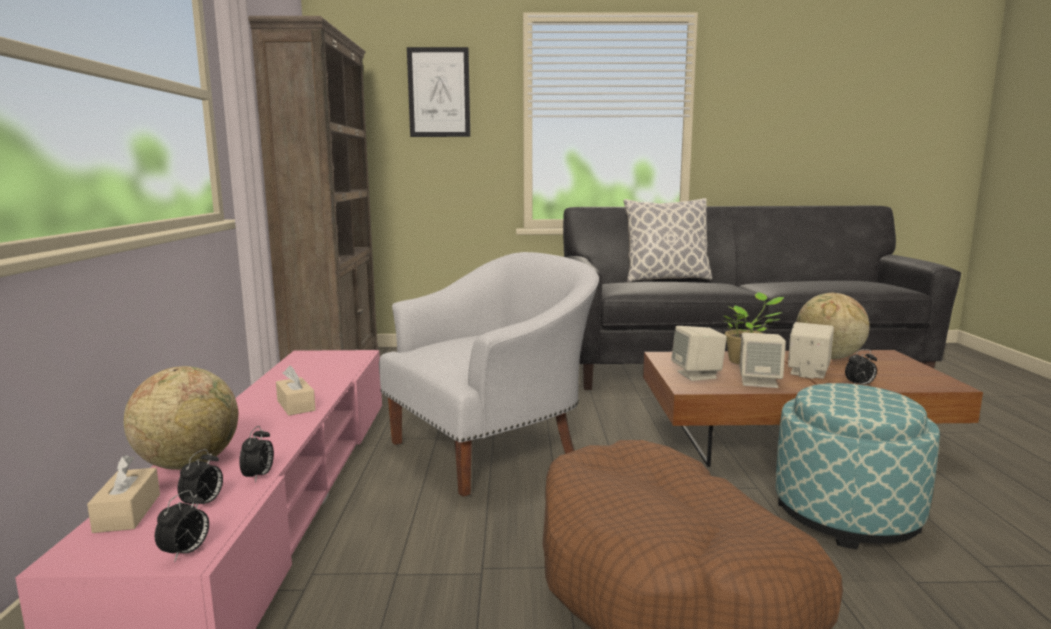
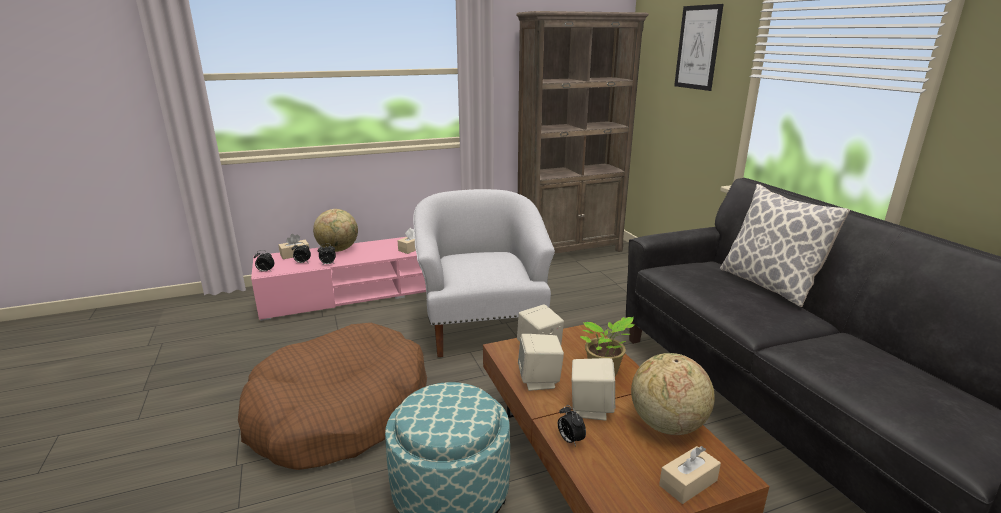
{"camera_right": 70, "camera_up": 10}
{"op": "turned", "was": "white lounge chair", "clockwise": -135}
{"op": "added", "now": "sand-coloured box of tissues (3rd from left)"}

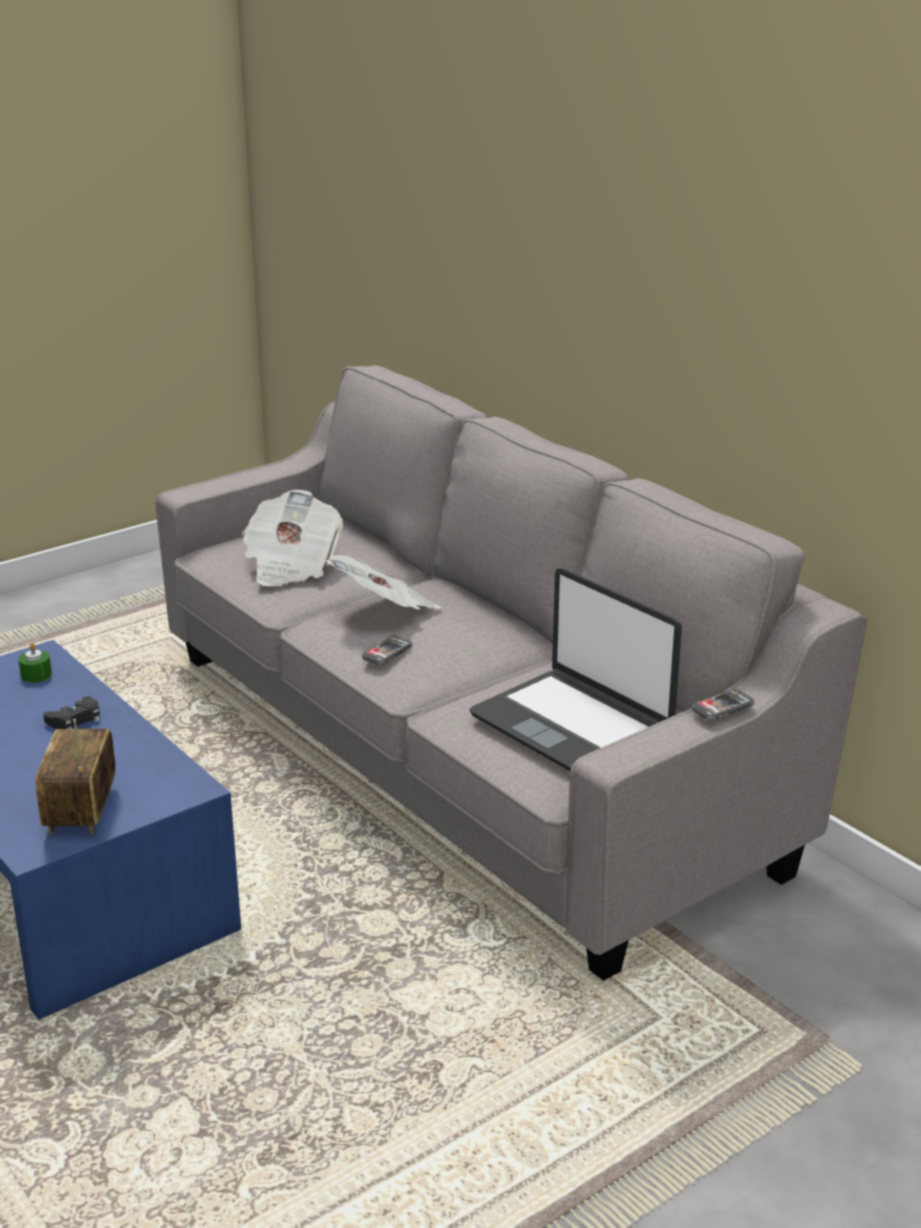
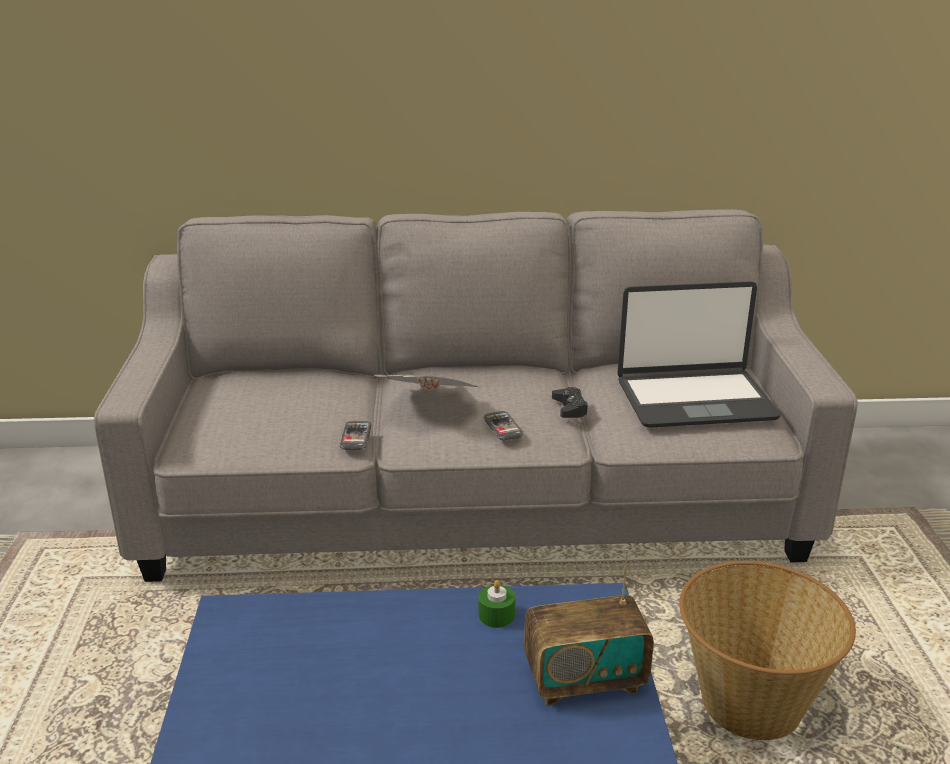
{"camera_right": -55, "camera_up": 0}
{"op": "moved", "was": "greenish wax light"}
{"op": "turned", "was": "radio set", "clockwise": -45}
{"op": "moved", "was": "black-coloured joypad"}
{"op": "removed", "was": "daily paper (1st from left)"}
{"op": "moved", "was": "telephone (2nd from left in the first image)", "now": "telephone (1st from left)"}
{"op": "added", "now": "basket"}

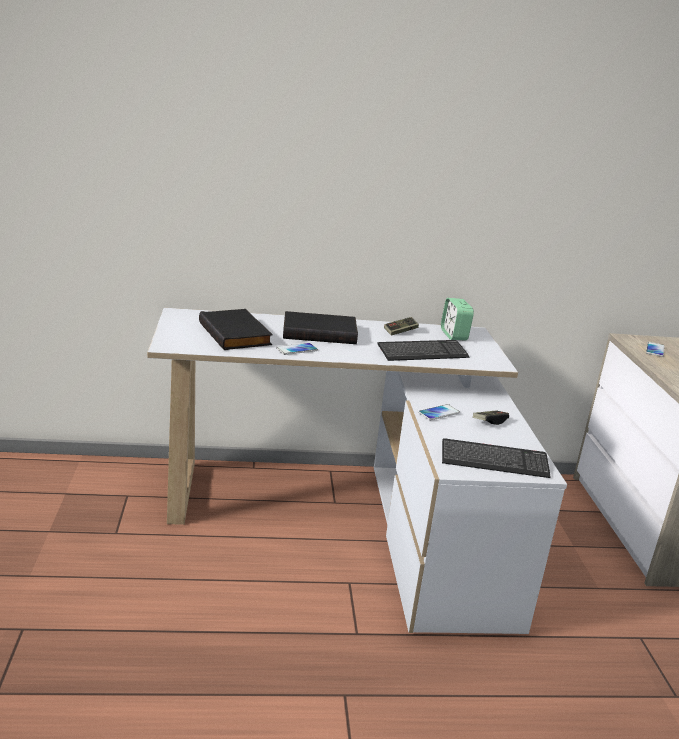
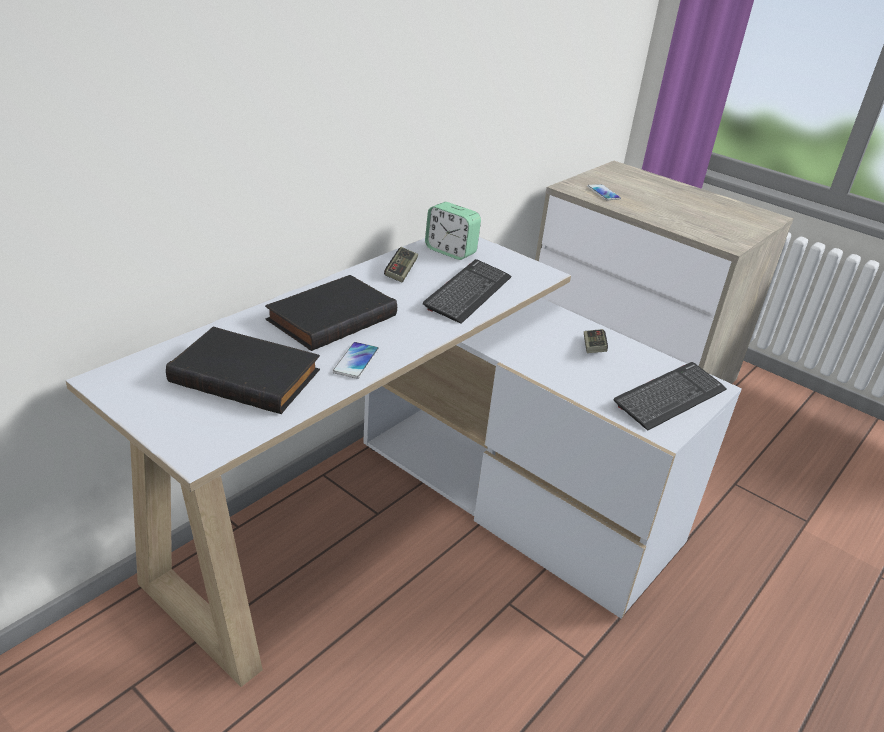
{"camera_right": -45, "camera_up": 10}
{"op": "removed", "was": "telephone (2nd from left)"}

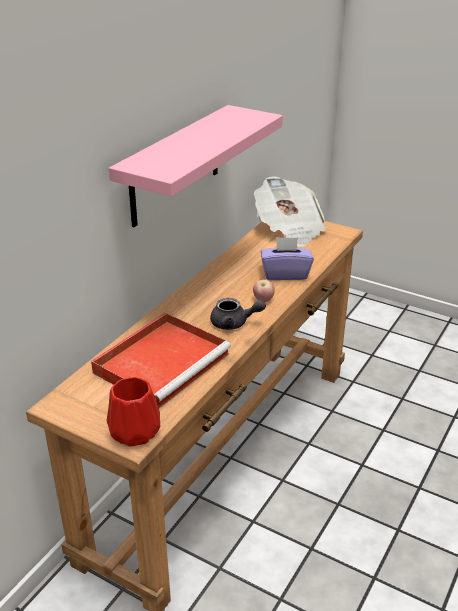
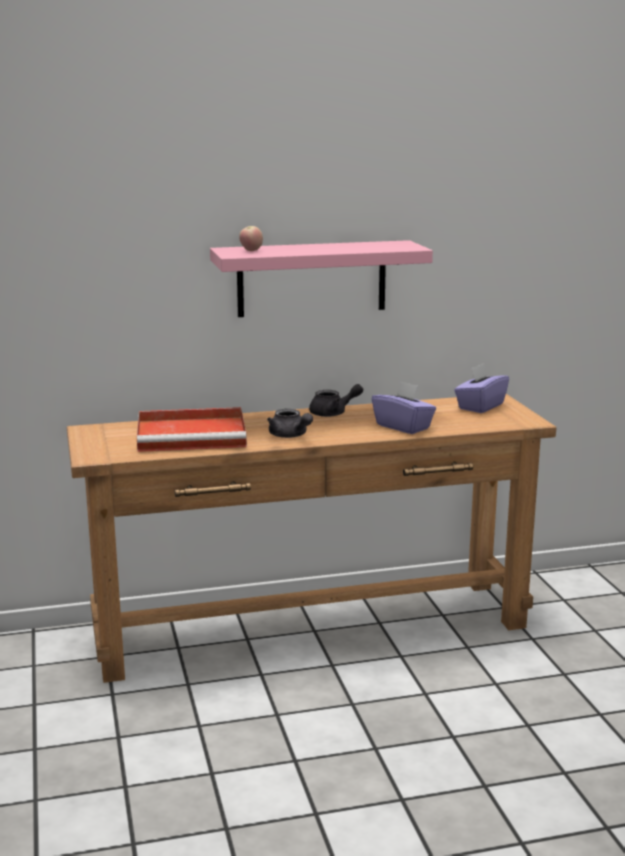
{"camera_right": 45, "camera_up": -15}
{"op": "removed", "was": "reddish vase"}
{"op": "moved", "was": "apple fruit"}
{"op": "replaced", "was": "daily paper", "now": "purple-coloured box of tissues (2nd from left)"}
{"op": "added", "now": "grey pot for tea (2nd from left)"}

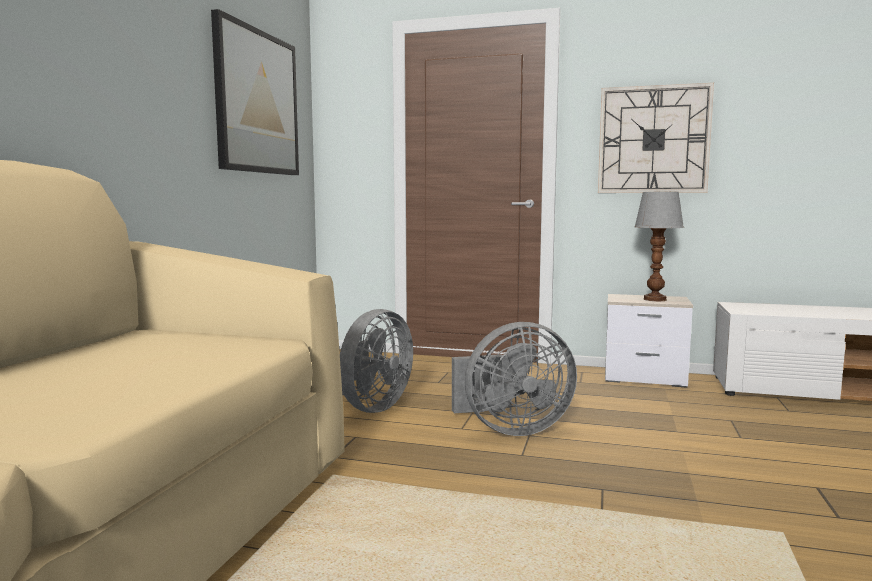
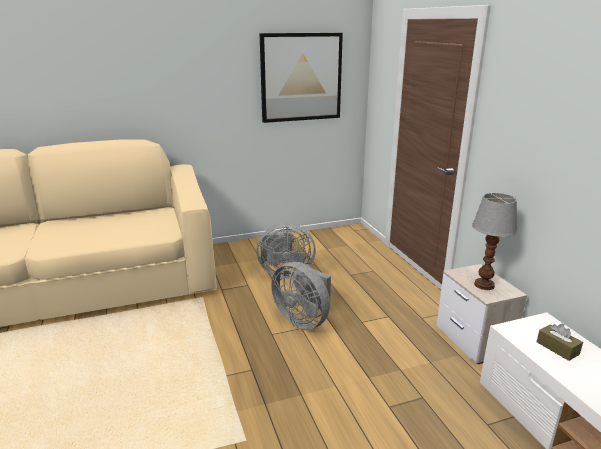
{"camera_right": 55, "camera_up": 15}
{"op": "removed", "was": "wall clock"}
{"op": "added", "now": "brown-coloured box of tissues"}

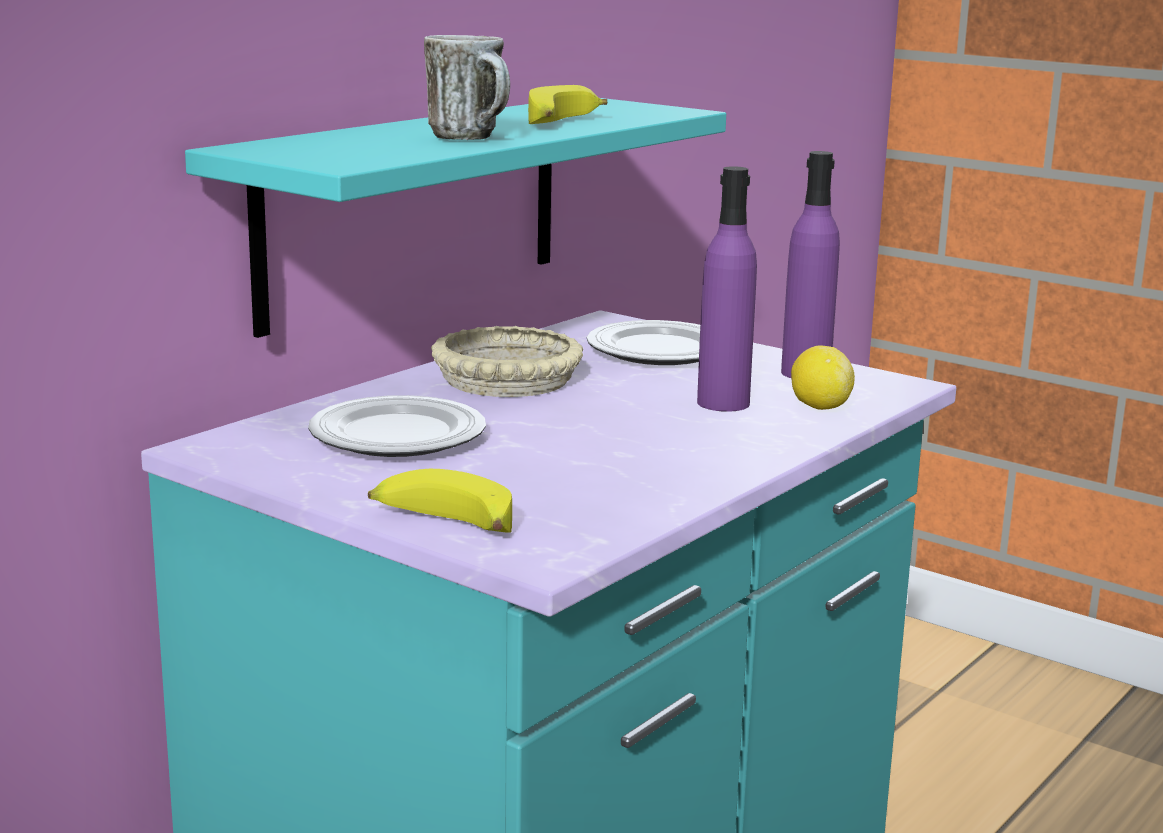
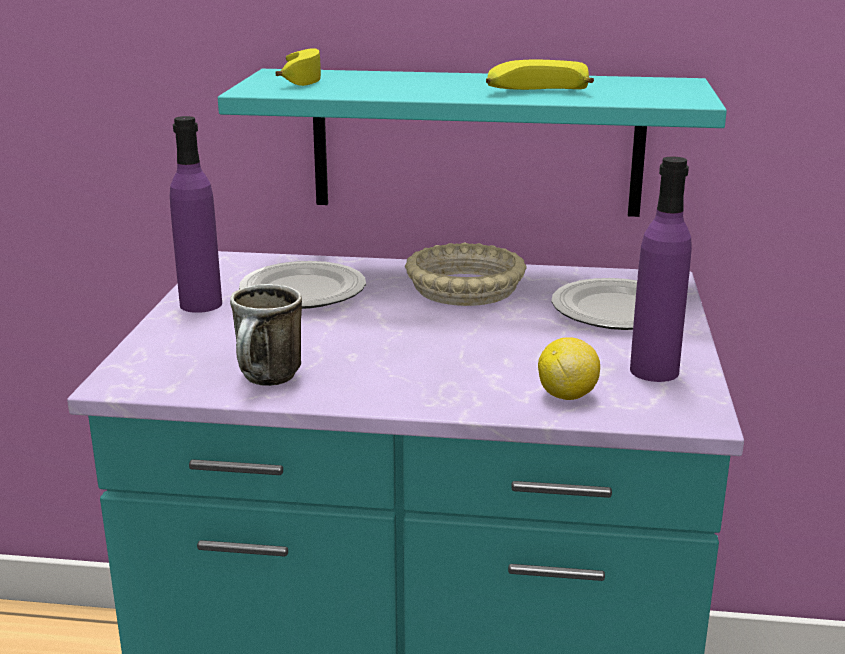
{"camera_right": 60, "camera_up": 5}
{"op": "moved", "was": "banana (1st from left)"}
{"op": "moved", "was": "tea mug"}
{"op": "moved", "was": "purple-coloured drink bottle (1st from left)"}

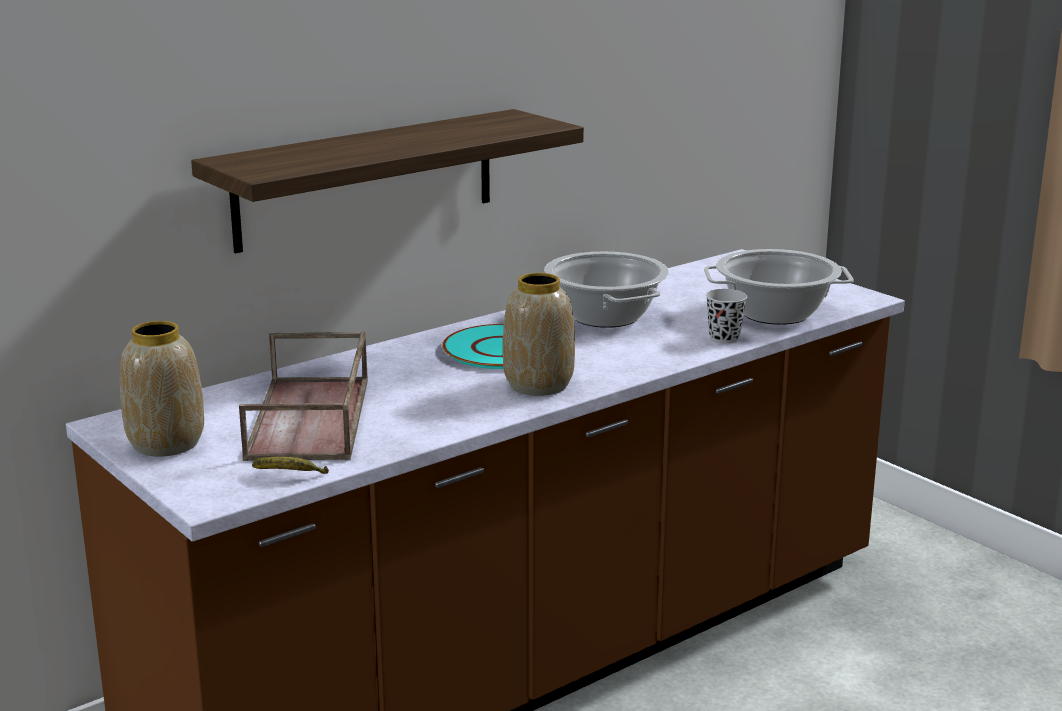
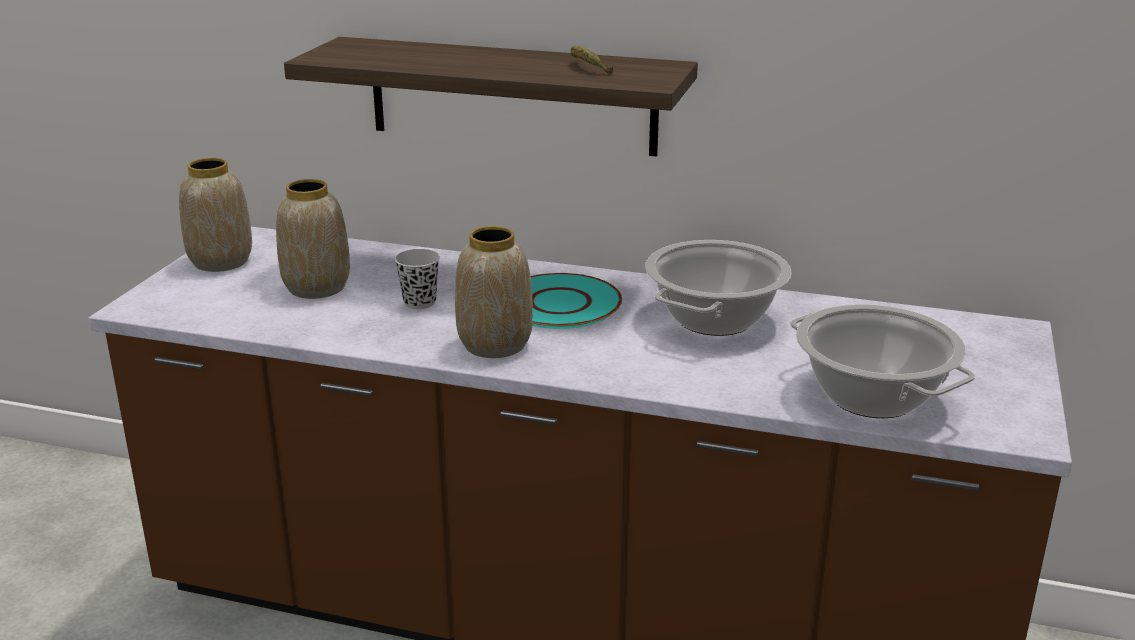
{"camera_right": 55, "camera_up": 5}
{"op": "replaced", "was": "brown-coloured carrying tray", "now": "vase (2nd from left)"}
{"op": "moved", "was": "banana"}
{"op": "moved", "was": "black-coloured small cup"}

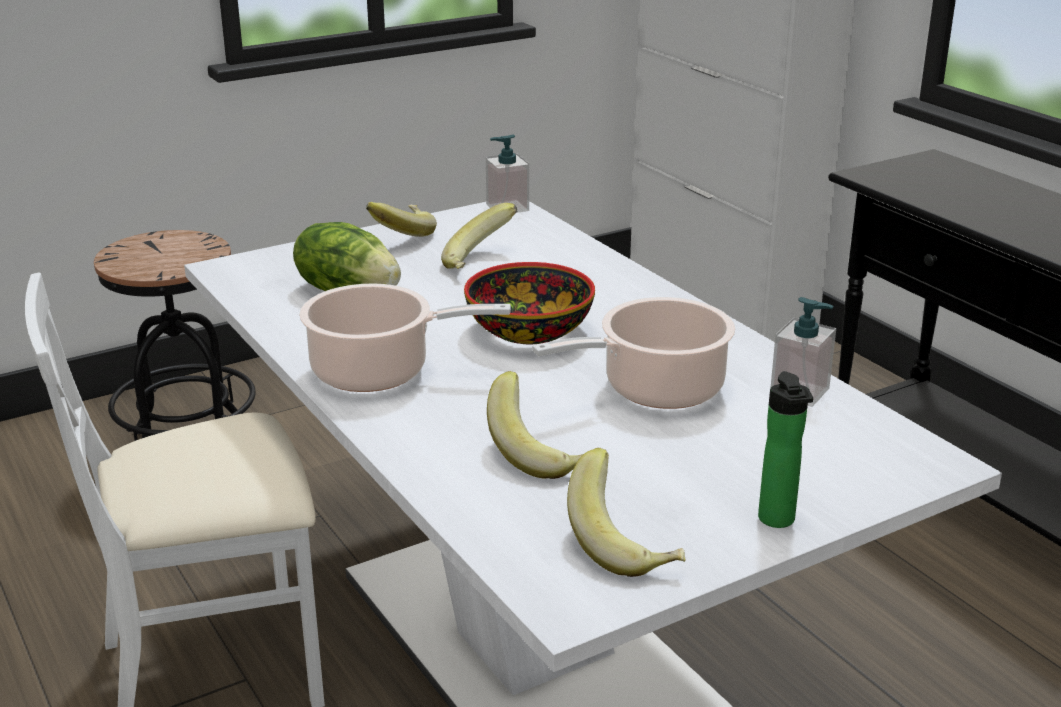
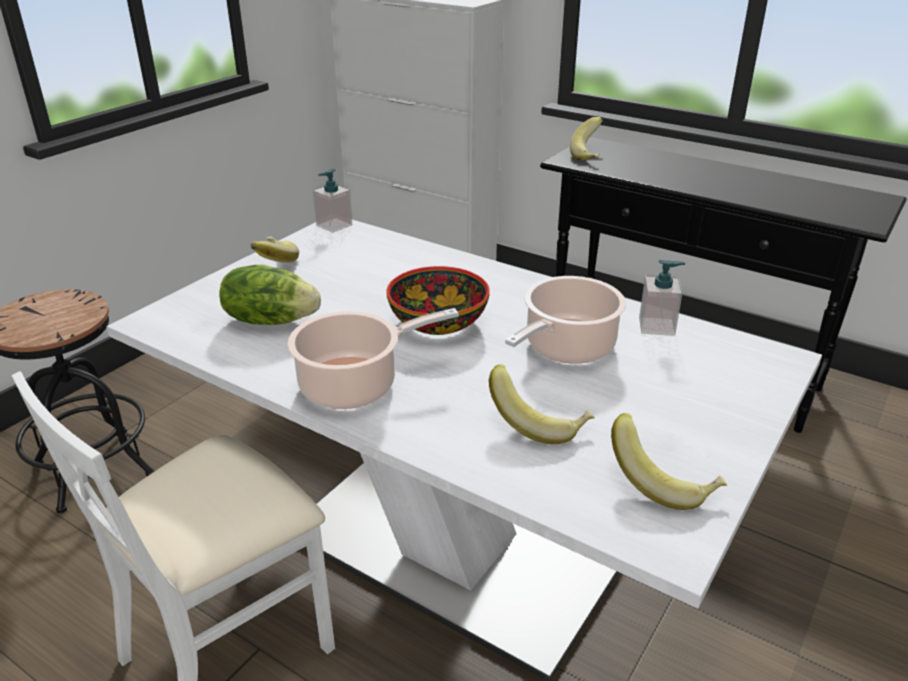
{"camera_right": -25, "camera_up": 5}
{"op": "moved", "was": "banana (2nd from left in the first image)", "now": "banana (3rd from left)"}
{"op": "removed", "was": "drink bottle"}

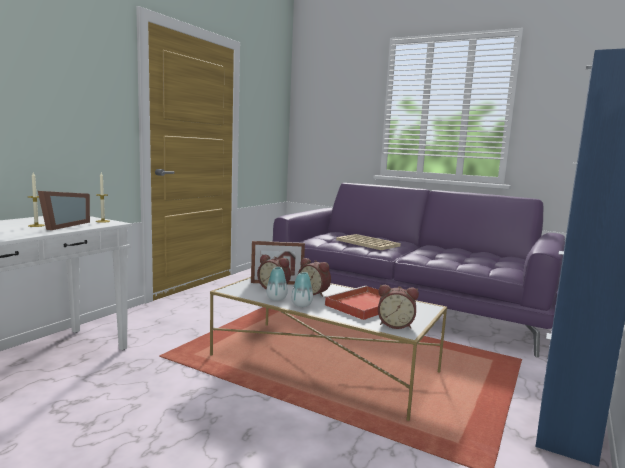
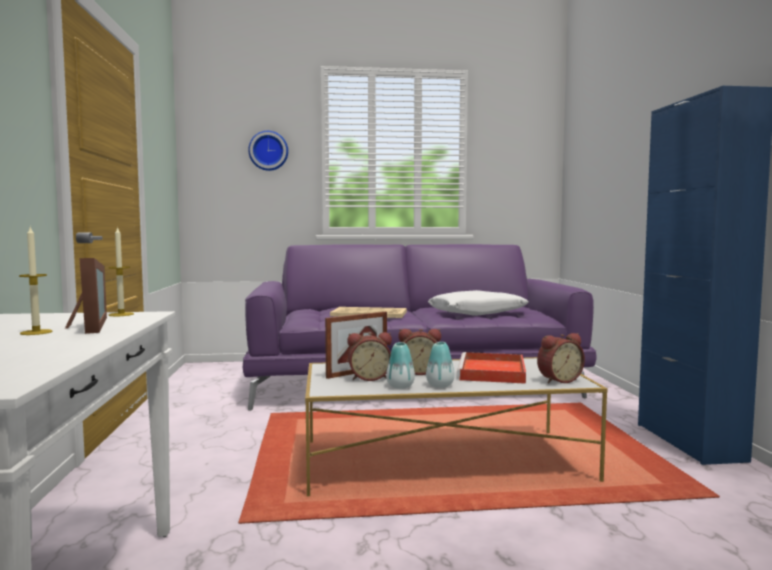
{"camera_right": -35, "camera_up": -5}
{"op": "added", "now": "wall clock"}
{"op": "added", "now": "white throw pillow"}

